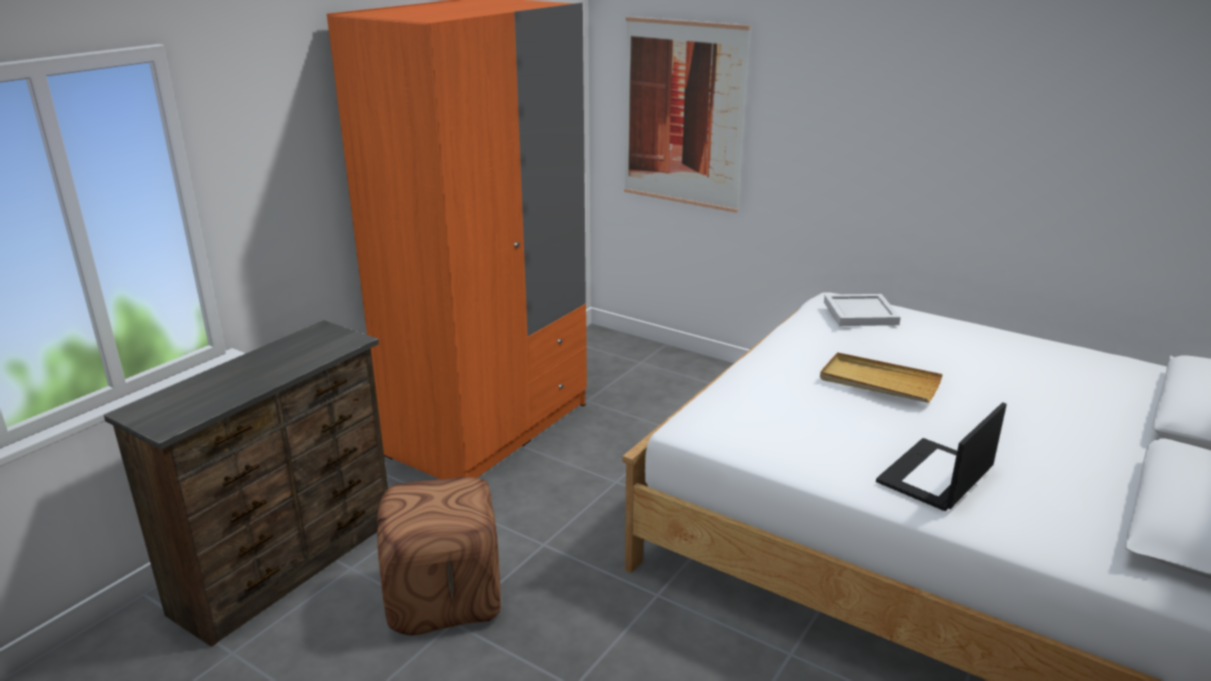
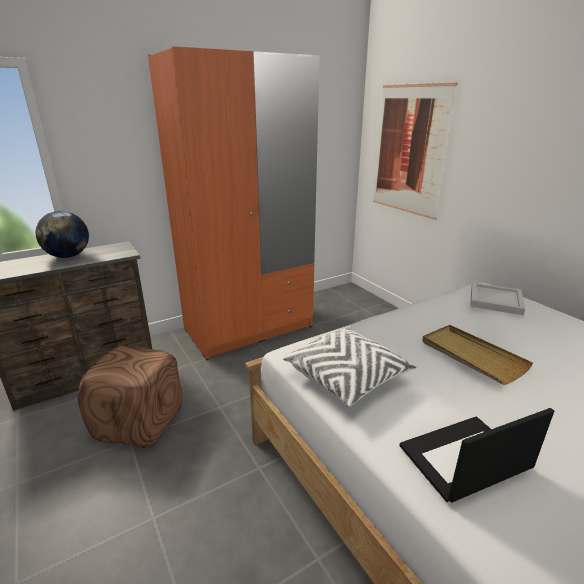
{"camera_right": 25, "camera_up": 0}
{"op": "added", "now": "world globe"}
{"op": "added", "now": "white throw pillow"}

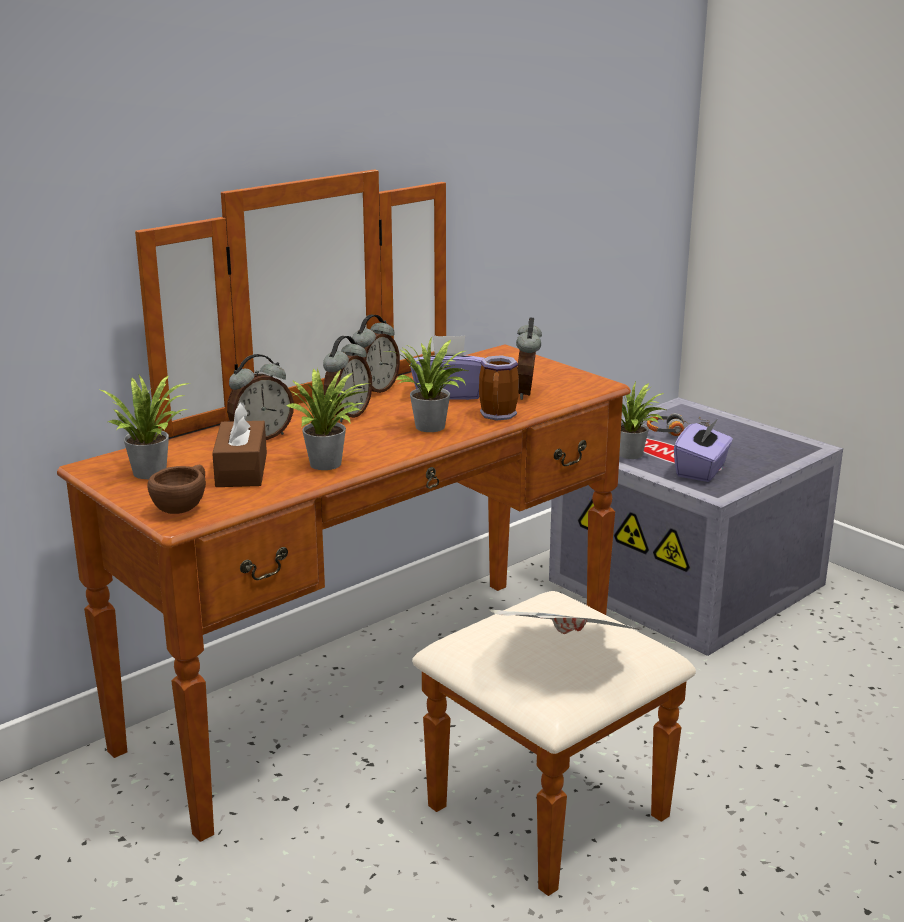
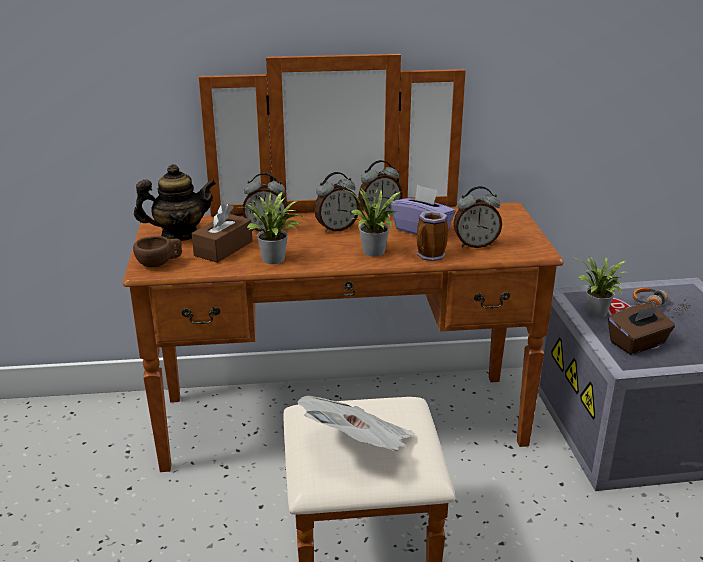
{"camera_right": 35, "camera_up": 5}
{"op": "replaced", "was": "potted plant (1st from left)", "now": "pot for tea"}
{"op": "turned", "was": "table clock (4th from left)", "clockwise": -135}
{"op": "recoloured", "was": "purple-coloured box of tissues (2nd from left)", "now": "brown-coloured box of tissues (2nd from left)"}

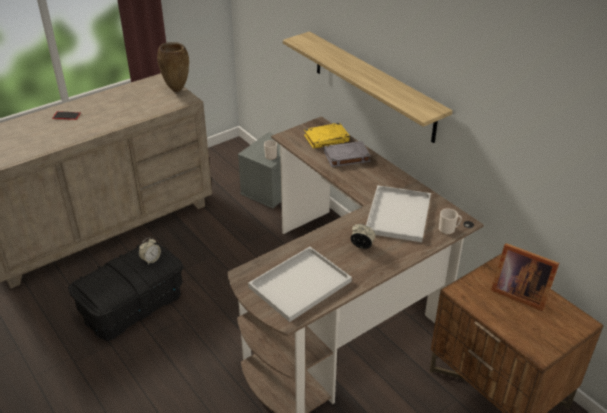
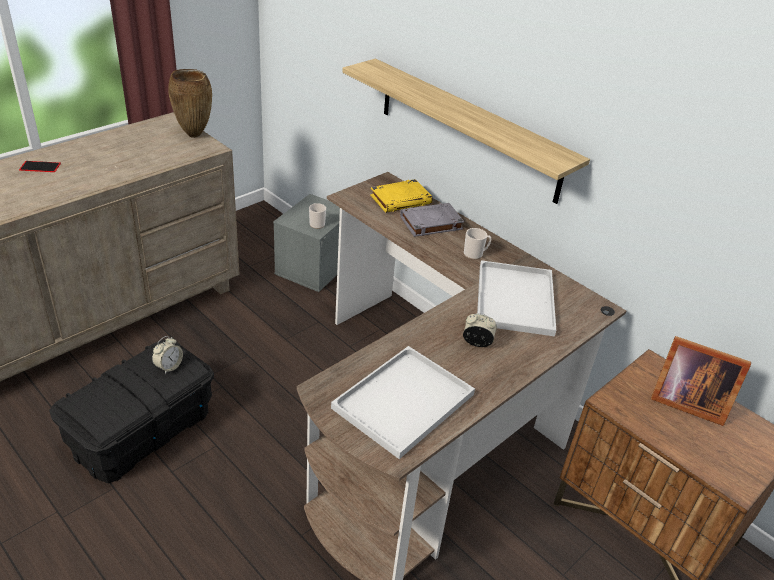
{"camera_right": -10, "camera_up": 0}
{"op": "moved", "was": "tea mug (2nd from left)"}

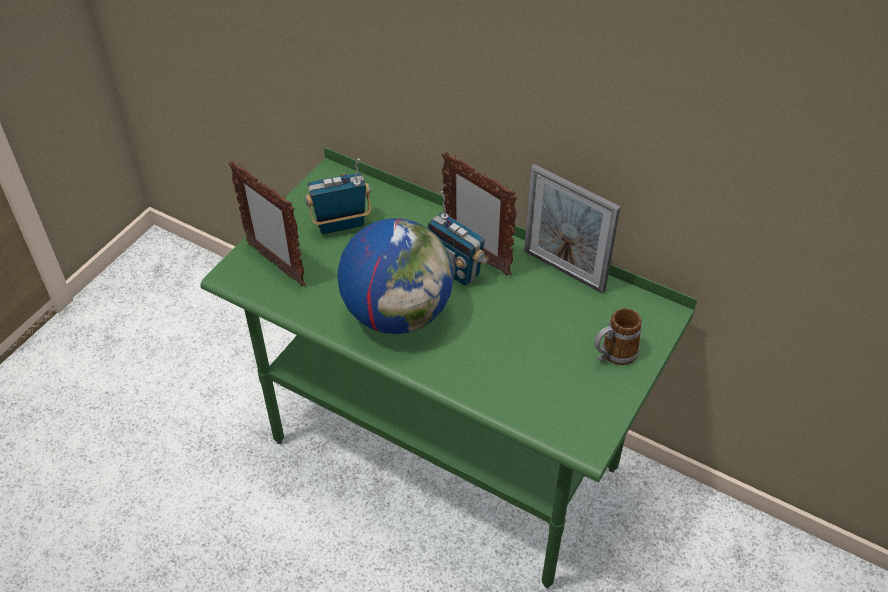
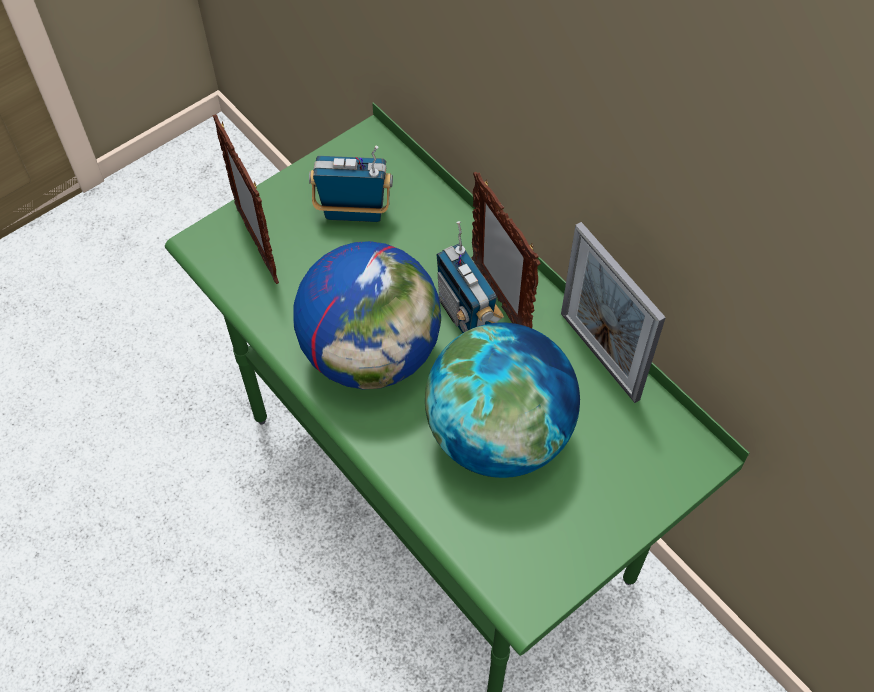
{"camera_right": 20, "camera_up": 10}
{"op": "removed", "was": "tea mug"}
{"op": "added", "now": "world globe (2nd from left)"}

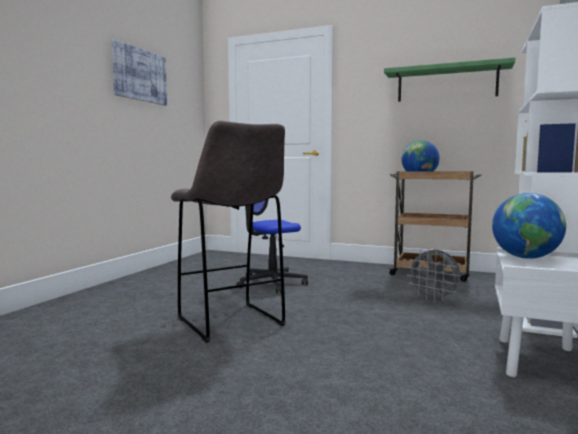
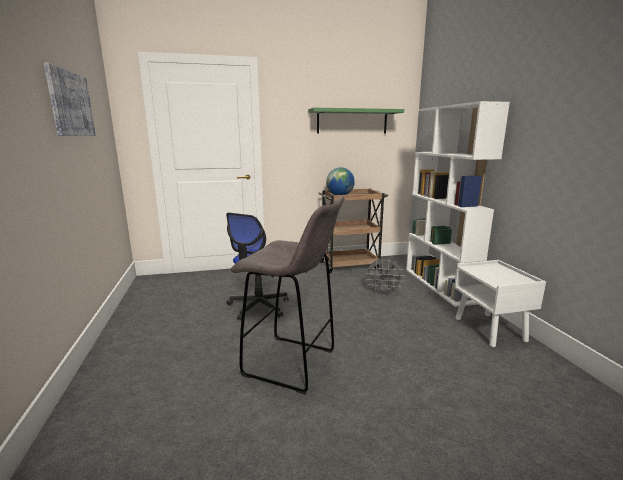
{"camera_right": -35, "camera_up": 10}
{"op": "removed", "was": "world globe (2nd from left)"}

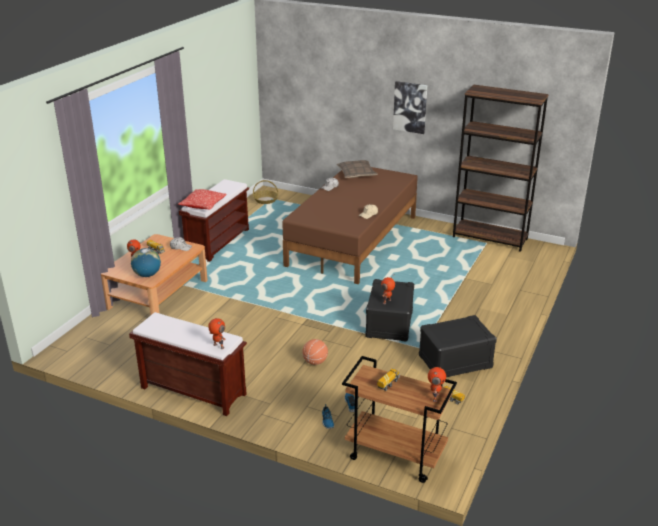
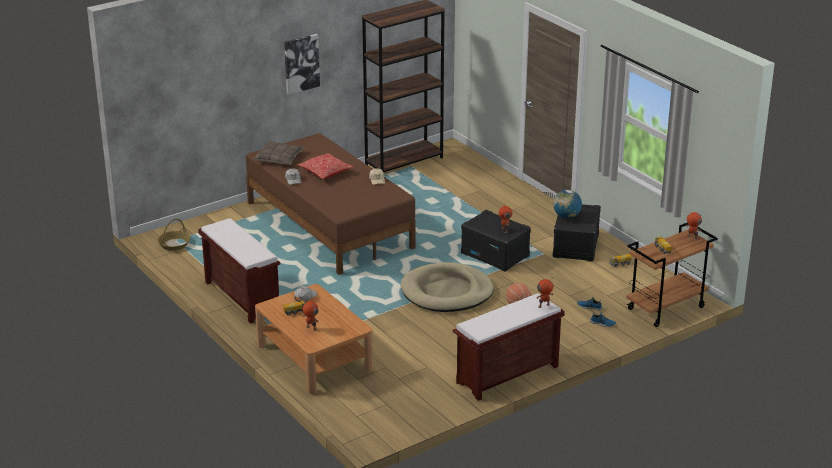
{"camera_right": -60, "camera_up": 0}
{"op": "moved", "was": "world globe"}
{"op": "moved", "was": "throw pillow (1st from left in the first image)", "now": "throw pillow (2nd from left)"}
{"op": "added", "now": "sand-coloured dog bed"}

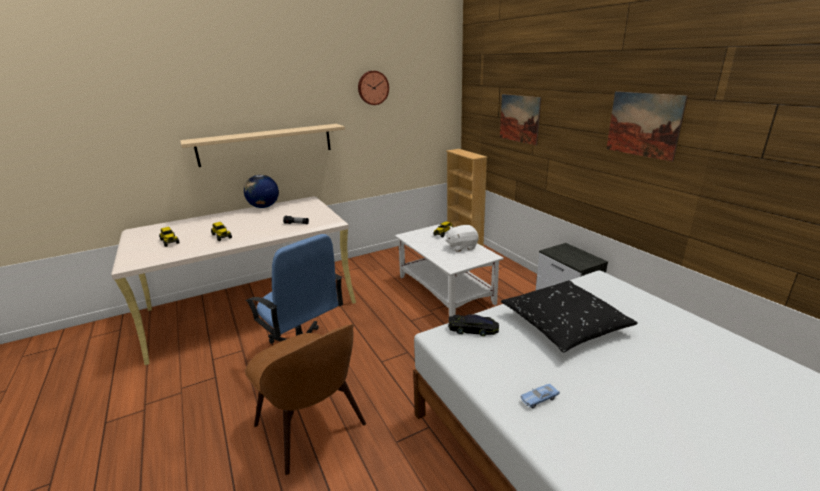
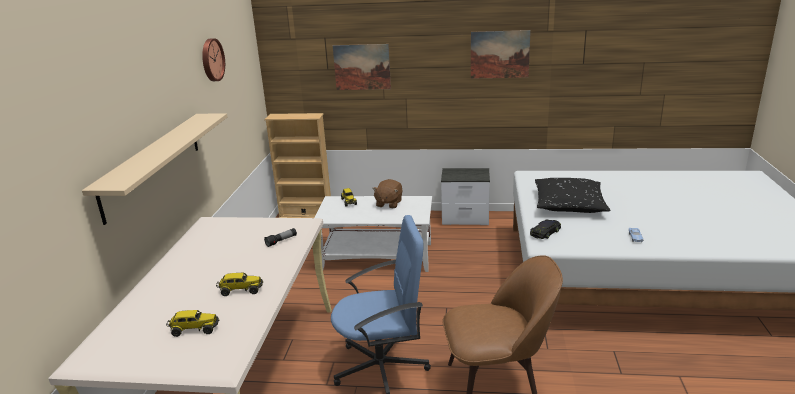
{"camera_right": -55, "camera_up": 0}
{"op": "removed", "was": "world globe"}
{"op": "recoloured", "was": "white cuddly toy", "now": "brown-coloured cuddly toy"}

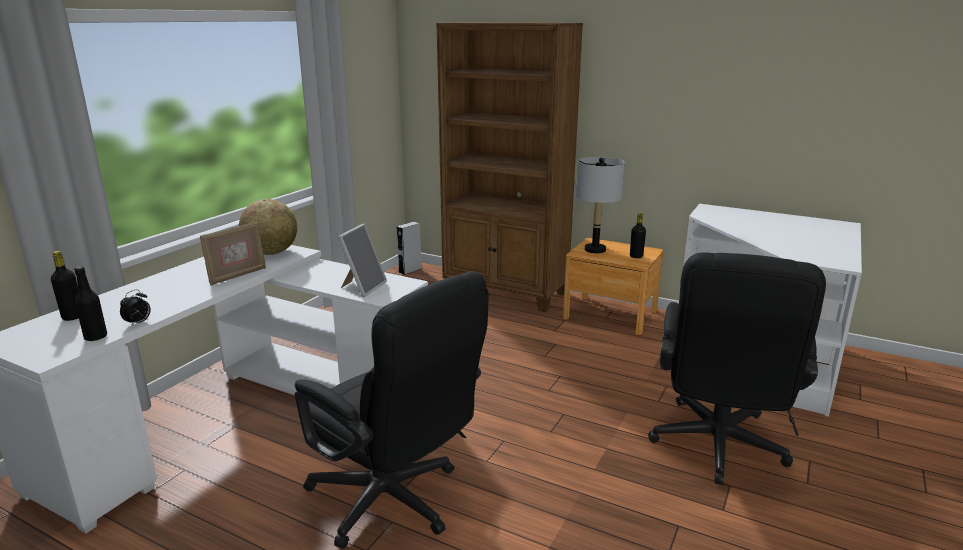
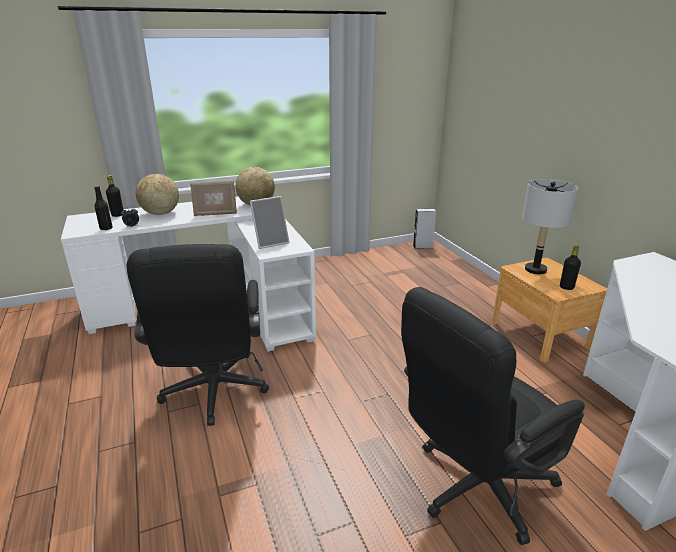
{"camera_right": 40, "camera_up": 5}
{"op": "removed", "was": "brown-coloured shelving unit"}
{"op": "added", "now": "world globe (1st from left)"}

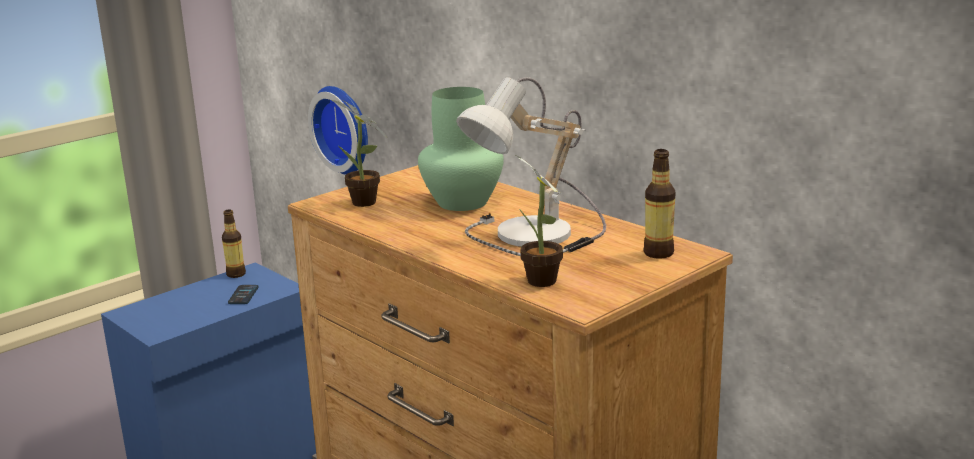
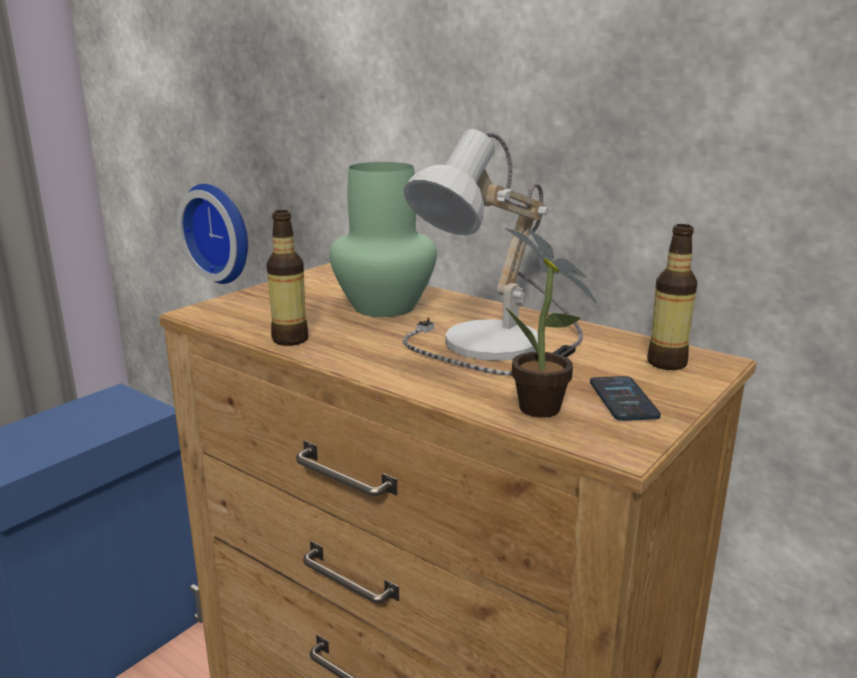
{"camera_right": -10, "camera_up": 0}
{"op": "moved", "was": "drink bottle (1st from left)"}
{"op": "moved", "was": "telephone"}
{"op": "removed", "was": "potted plant (1st from left)"}

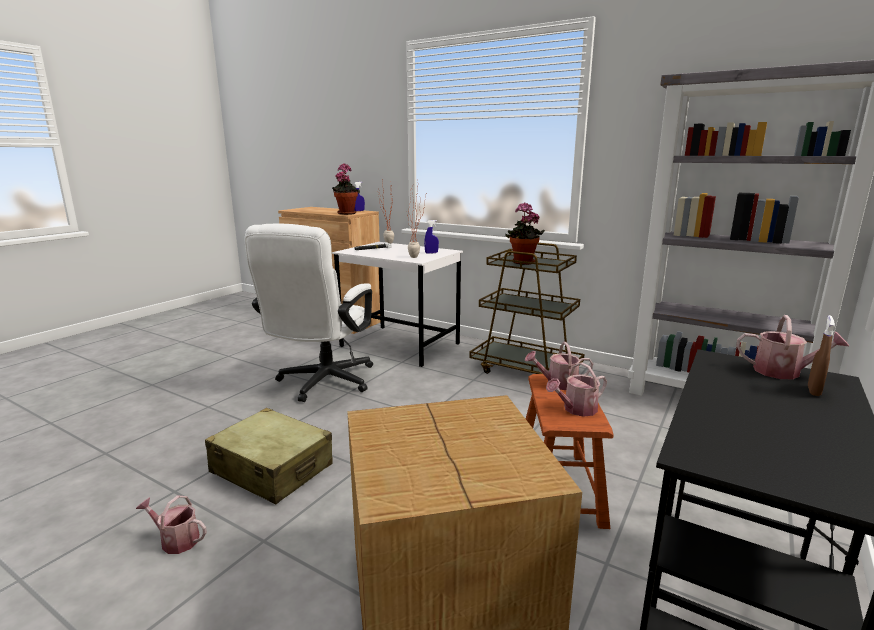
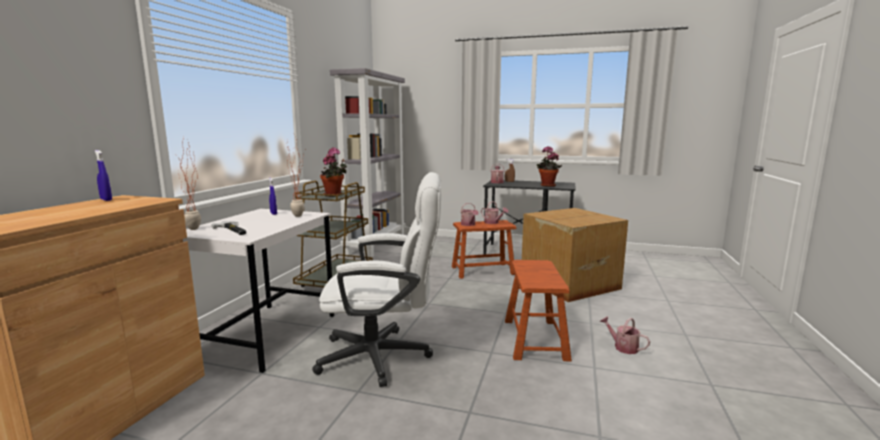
{"camera_right": -105, "camera_up": -5}
{"op": "turned", "was": "sprinkling can (1st from left in the first image)", "clockwise": 135}
{"op": "replaced", "was": "sand-coloured suitcase", "now": "brown-coloured sitting stool (2nd from left)"}
{"op": "moved", "was": "potted plant (1st from left in the first image)", "now": "potted plant (4th from left)"}

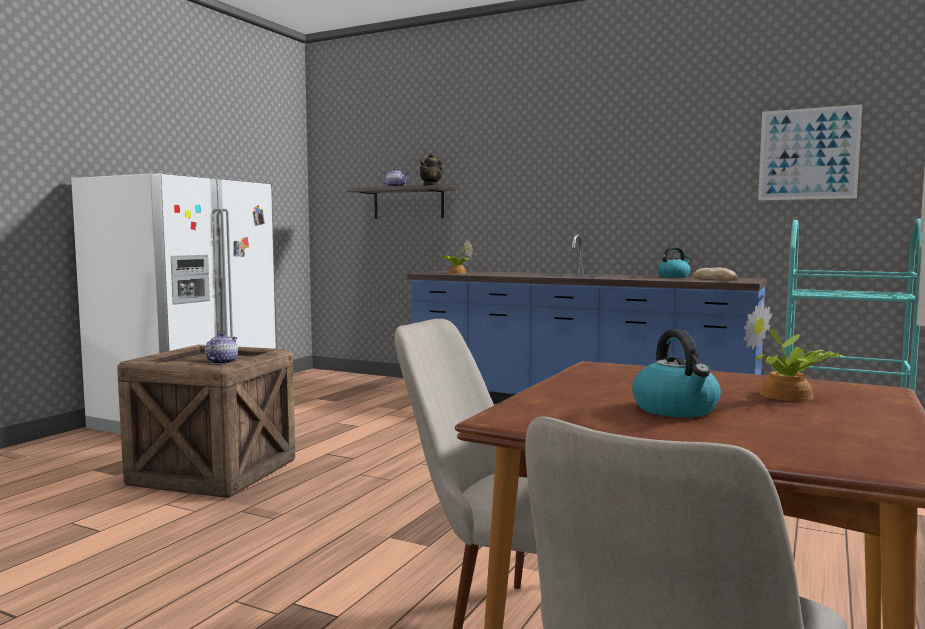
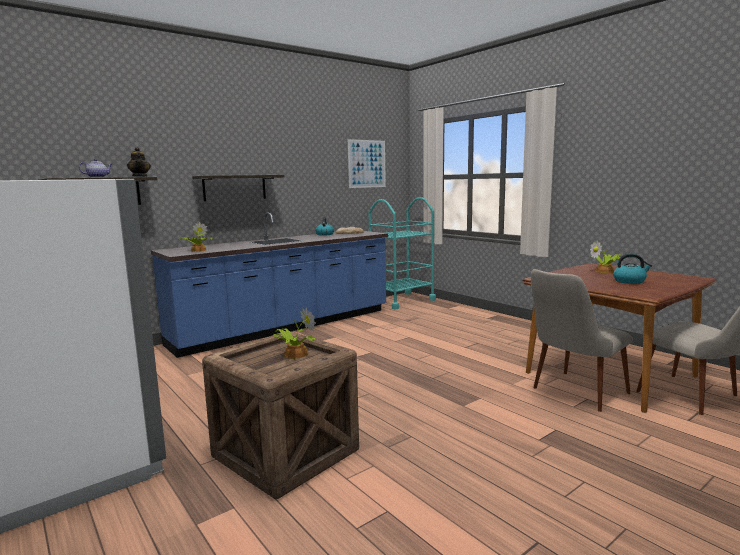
{"camera_right": -65, "camera_up": 5}
{"op": "replaced", "was": "pot for tea (1st from left)", "now": "potted plant (2nd from left)"}
{"op": "added", "now": "shelf (2nd from left)"}

